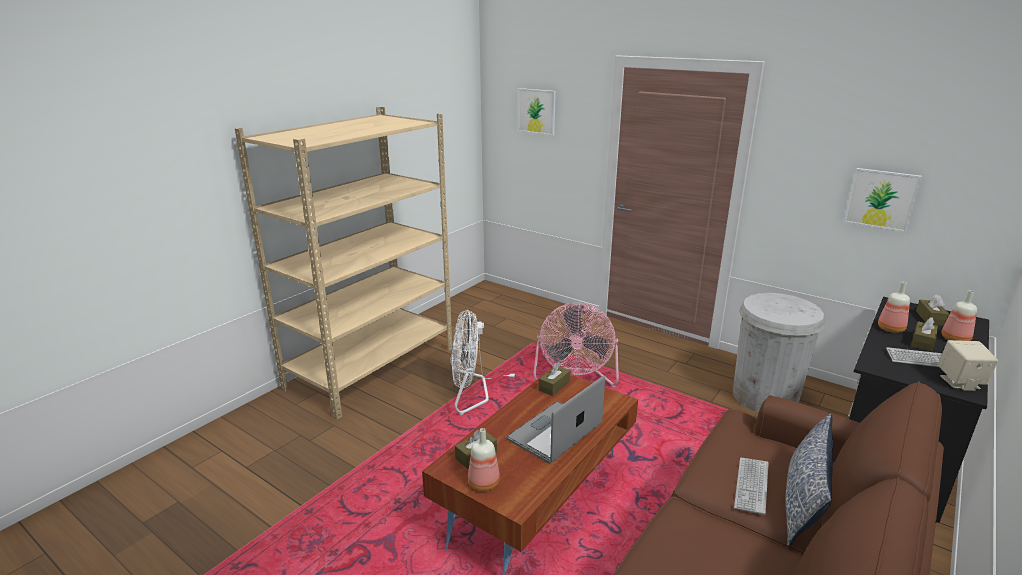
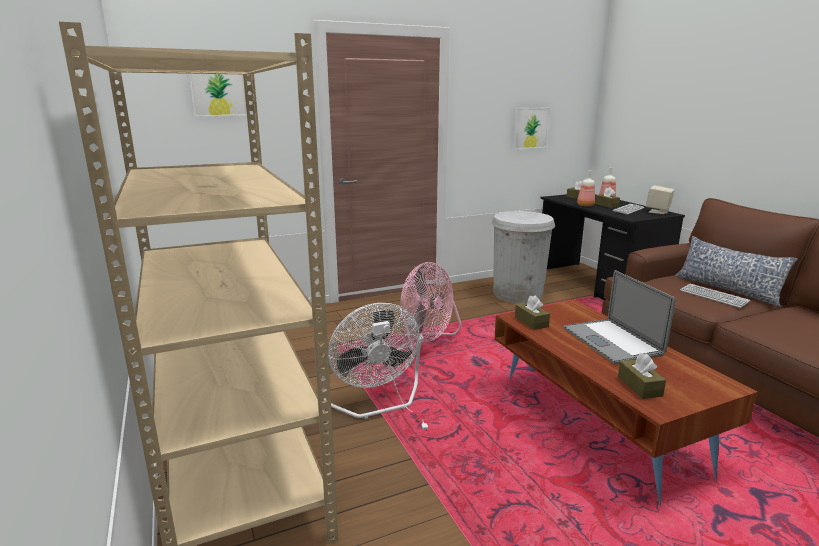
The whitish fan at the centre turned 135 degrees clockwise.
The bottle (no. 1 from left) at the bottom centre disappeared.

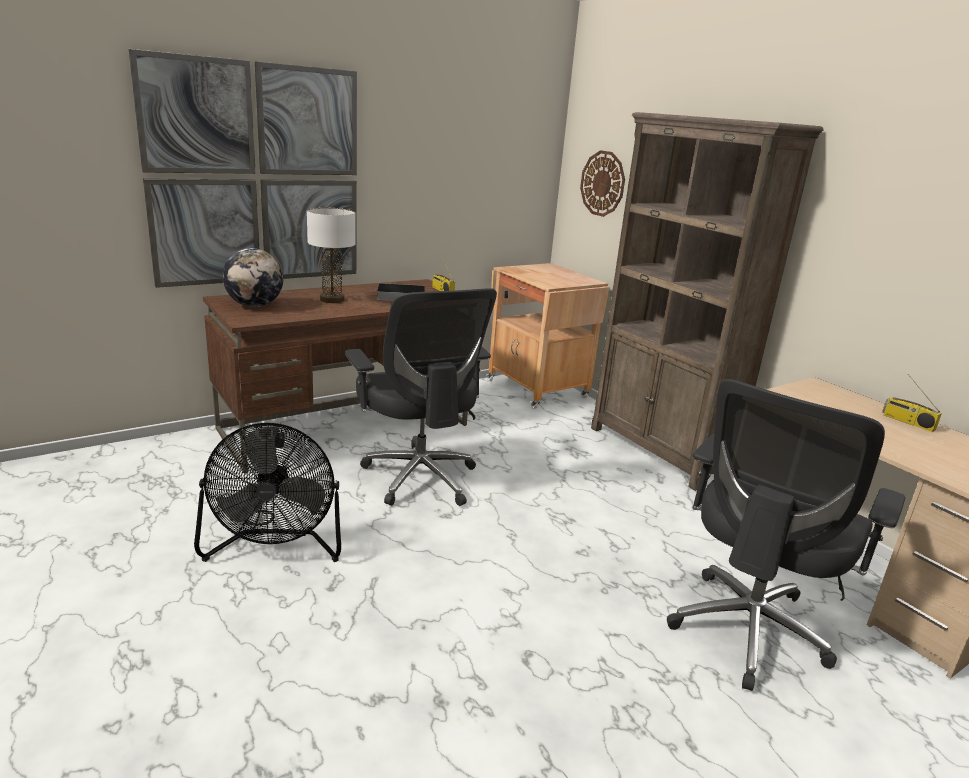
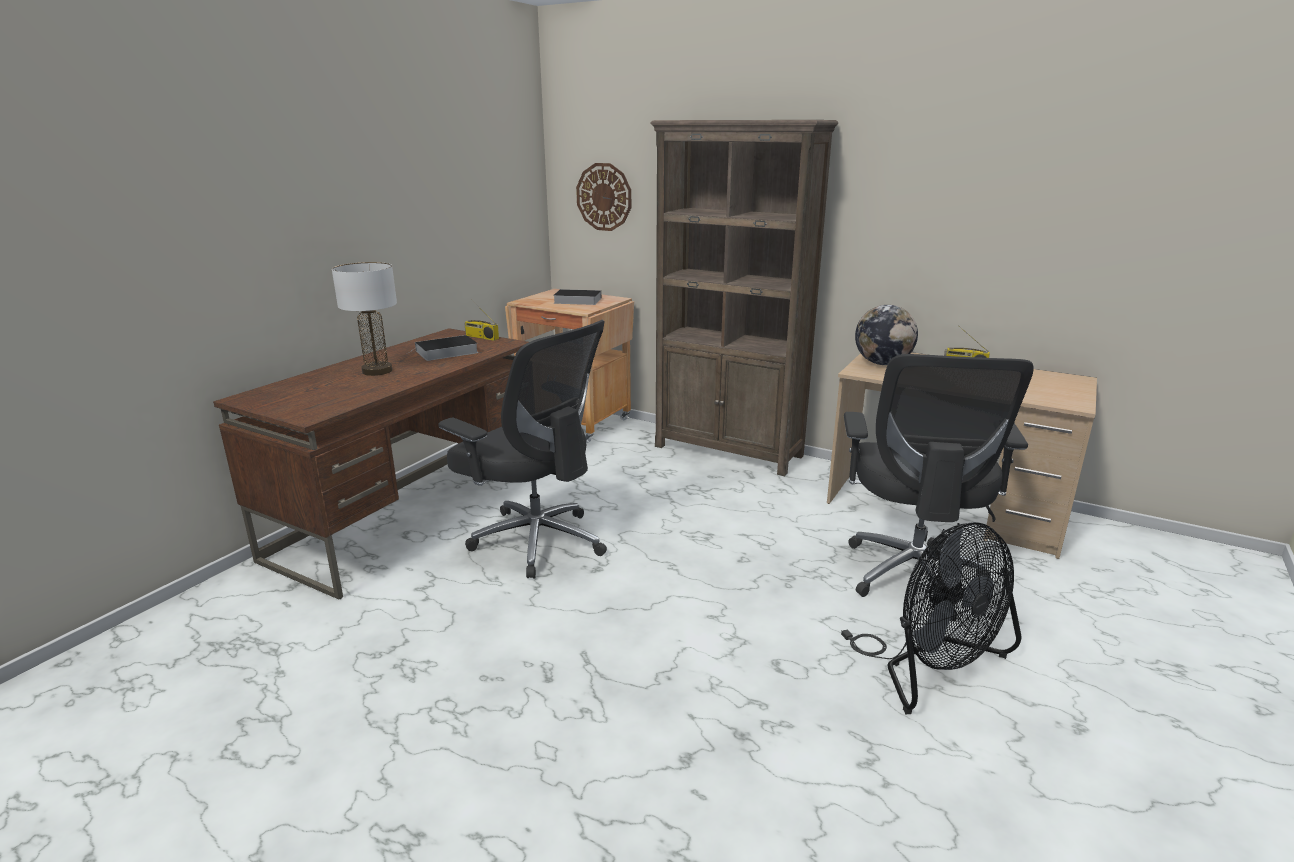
The book (no. 2 from left) at the centre appeared.
The blackish fan moved from the middle left to the bottom right.
The world globe moved from the middle left to the middle right.
The wall picture at the top left disappeared.

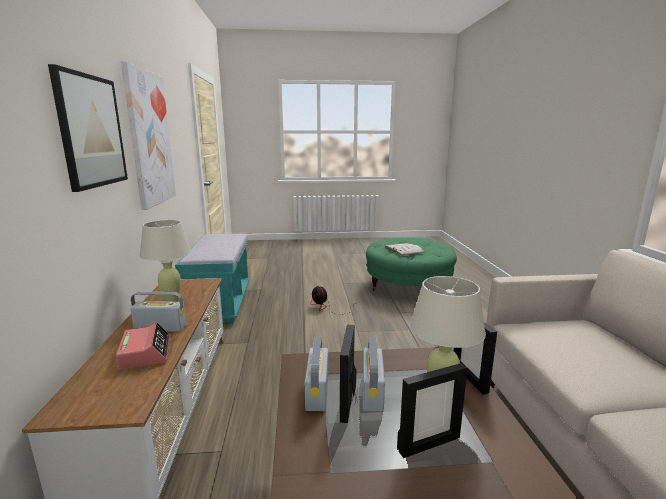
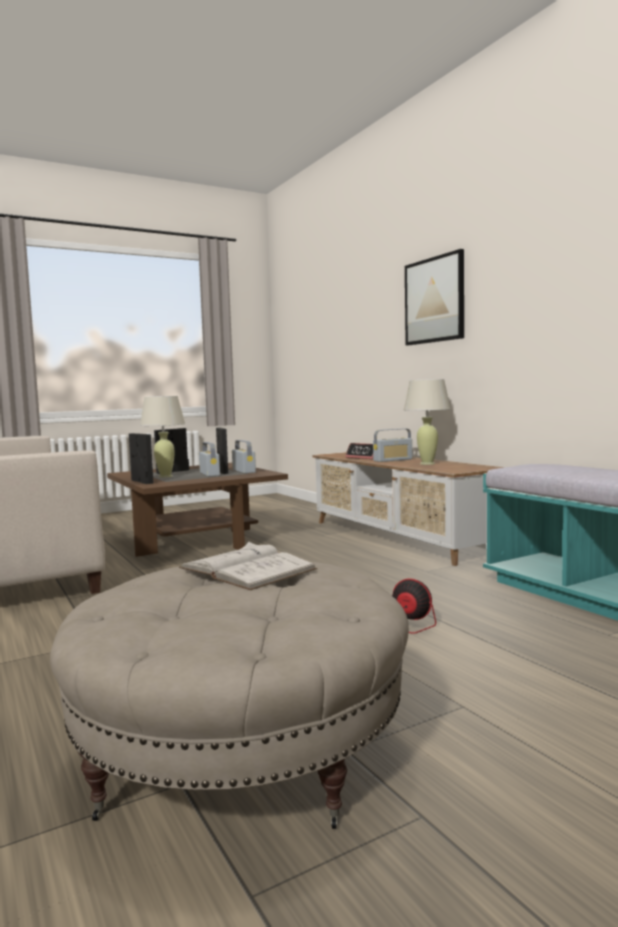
The greenish footrest at the centre became the beige-coloured footrest at the bottom centre.
The wall picture (no. 2 from left) at the top left disappeared.

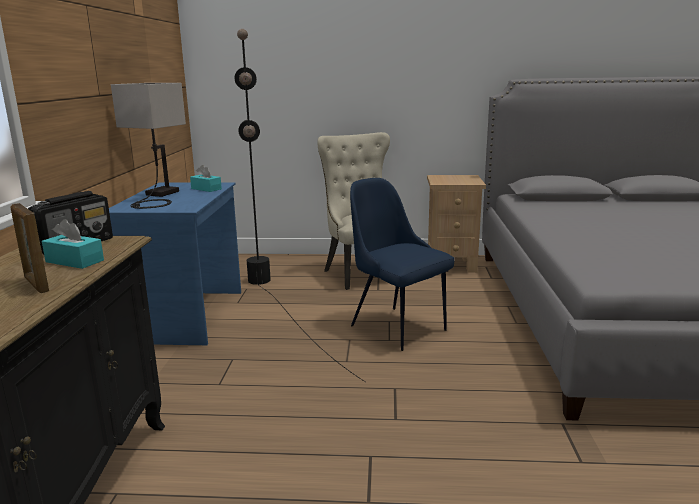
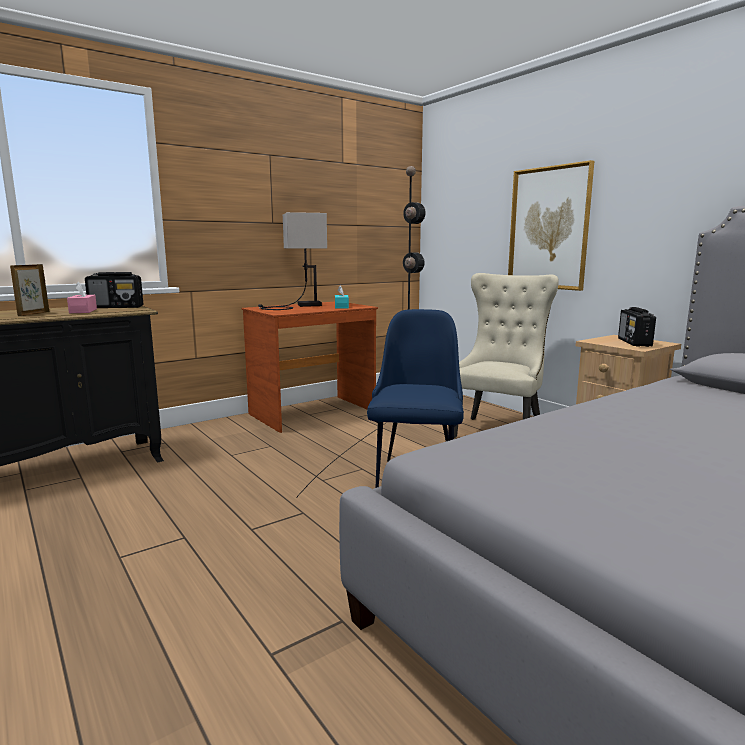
The turquoise box of tissues (no. 1 from left) at the middle left became the pink-coloured box of tissues at the middle left.
The blue desk at the middle left became the brownish desk at the centre.
The wall picture at the top right appeared.
The radio (no. 2 from left) at the middle right appeared.

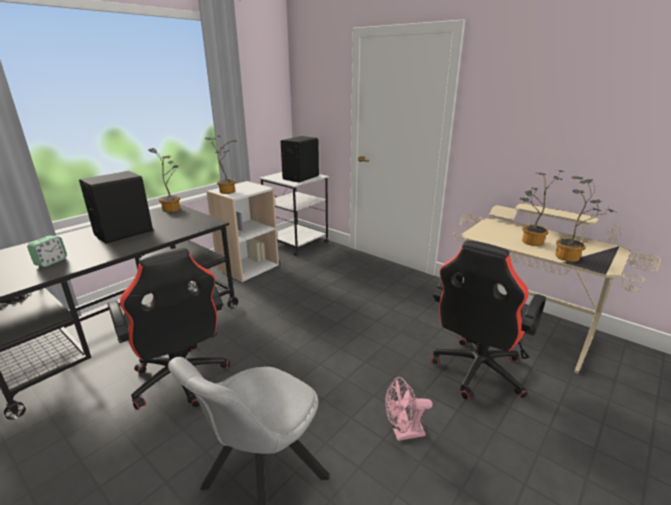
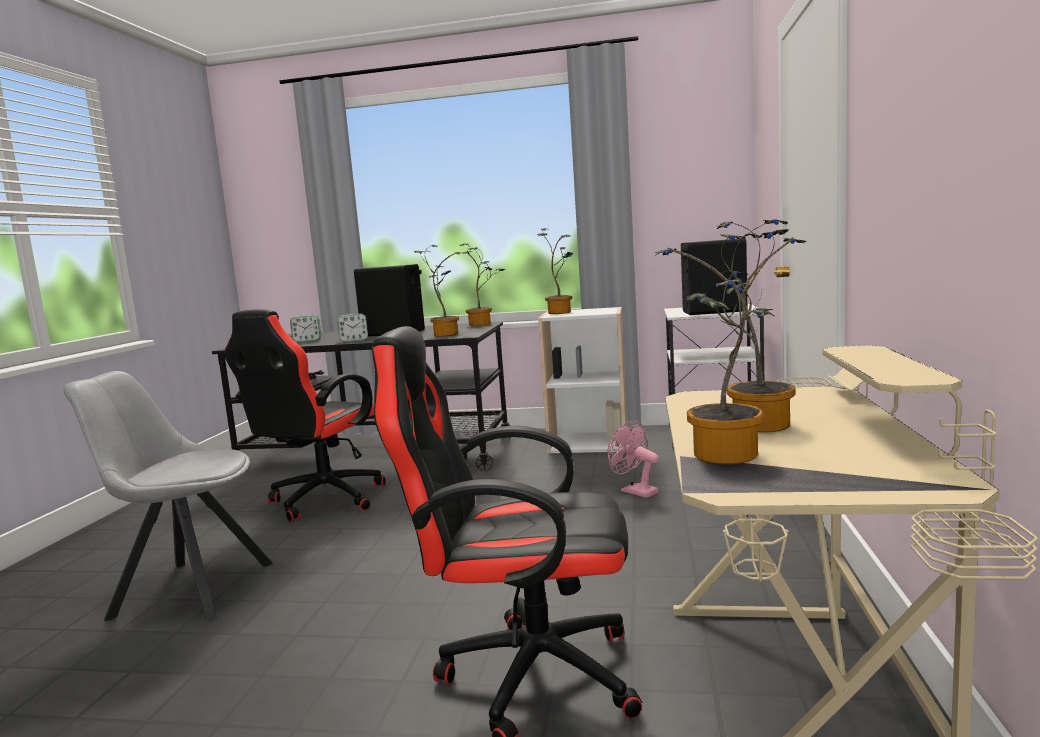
The table clock (no. 2 from left) at the centre appeared.
The potted plant (no. 1 from left) at the centre appeared.
The pink-coloured fan moved from the bottom centre to the centre.

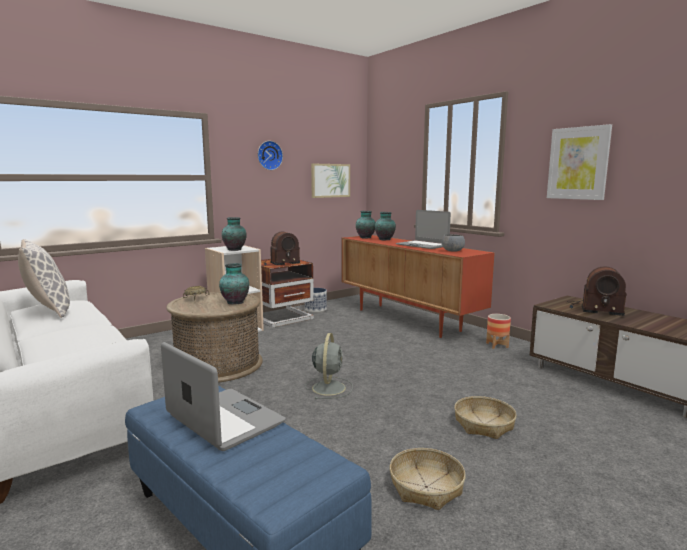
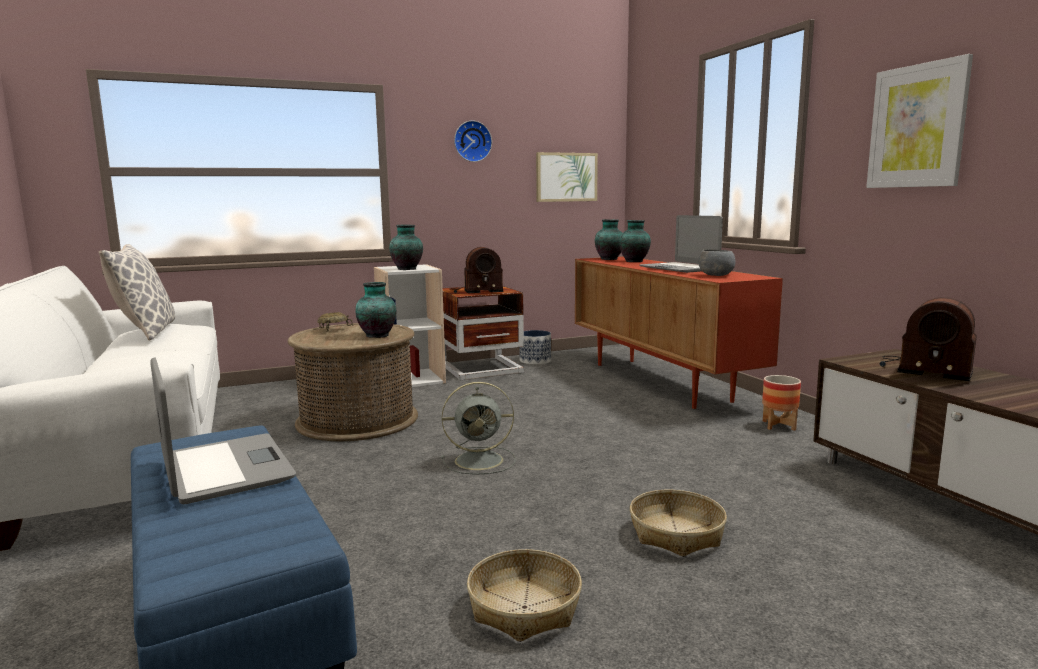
The gray fan at the centre turned 60 degrees clockwise.

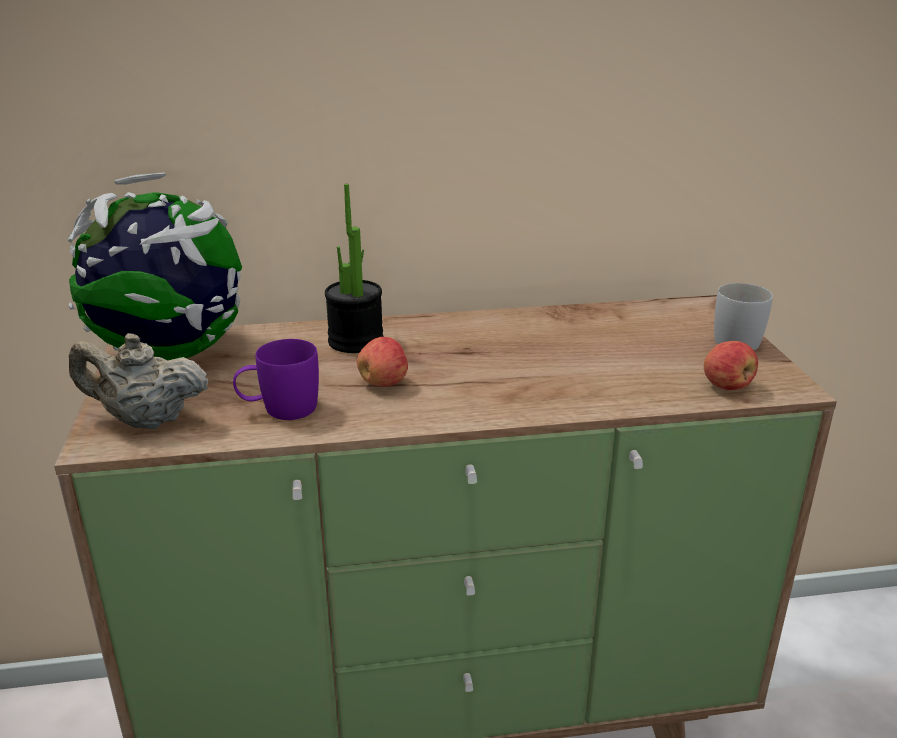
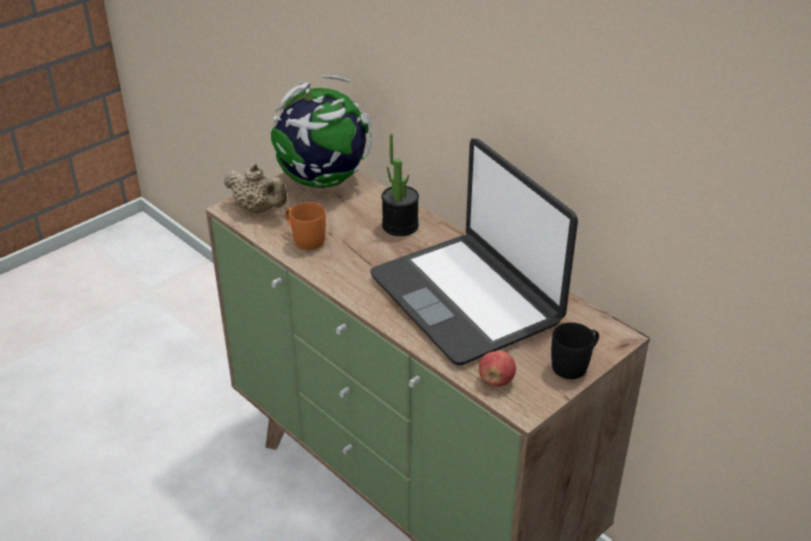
The beige-coloured pot for tea at the middle left turned 150 degrees clockwise.
The purplish mug at the middle left became the orangey mug at the centre.
The notebook computer at the centre appeared.
The whitish mug at the middle right became the blackish mug at the middle right.
The apple (no. 1 from left) at the centre disappeared.

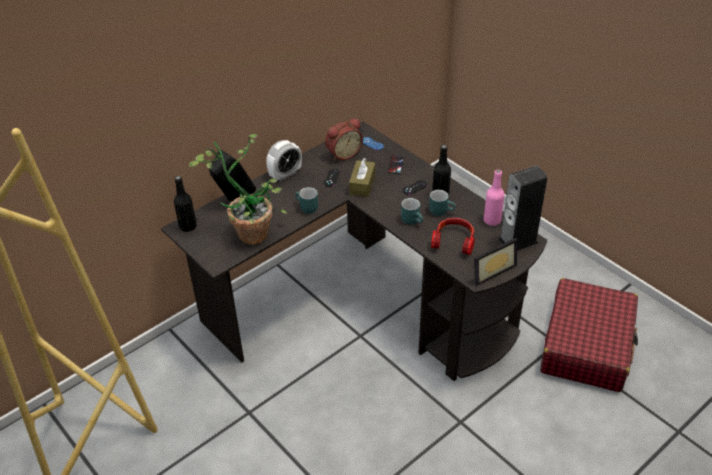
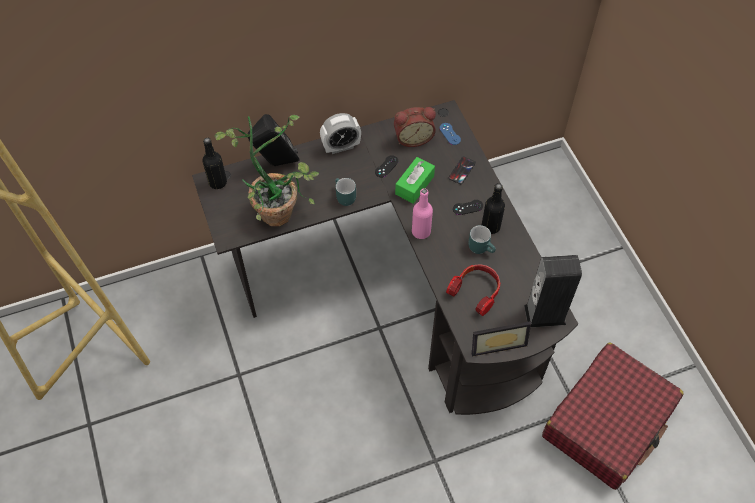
The brownish box of tissues at the centre became the greenish box of tissues at the centre.
The pink-coloured bottle moved from the middle right to the centre.
The turquoise mug (no. 2 from left) at the centre disappeared.

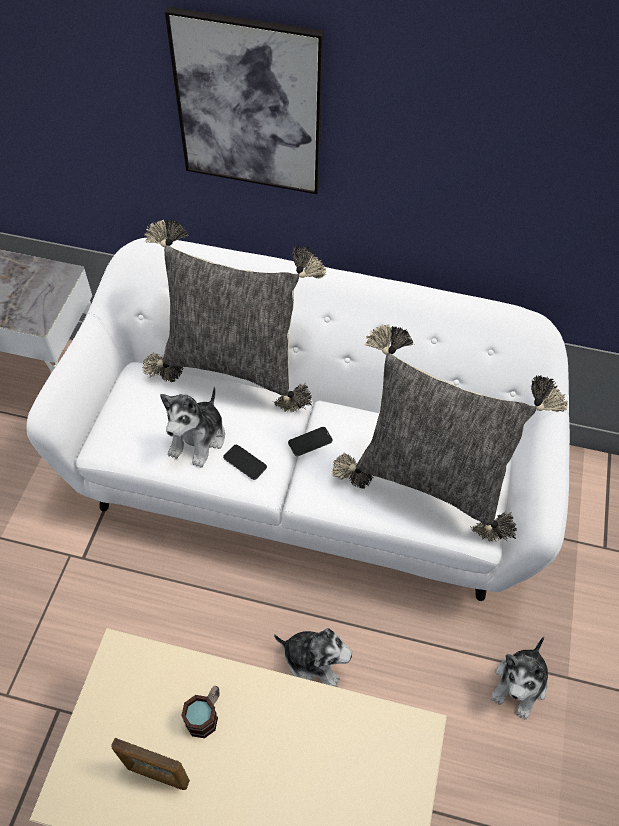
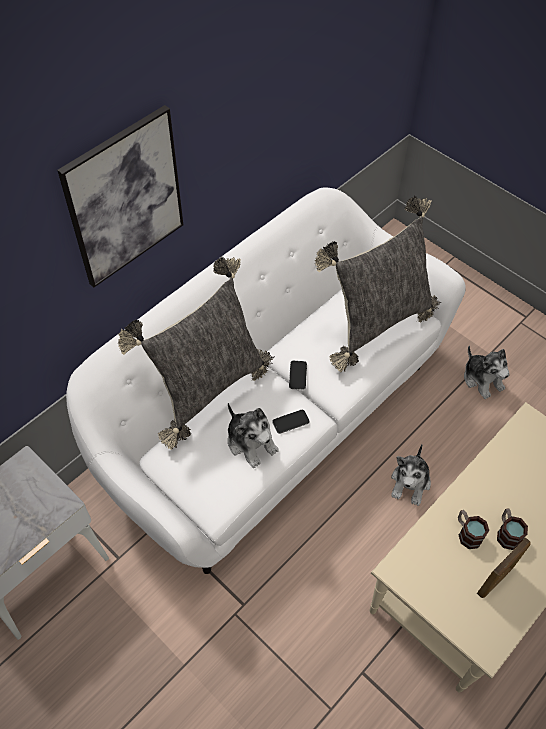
The soft toy (no. 2 from left) at the bottom centre turned 150 degrees clockwise.
The mug (no. 2 from left) at the bottom right appeared.

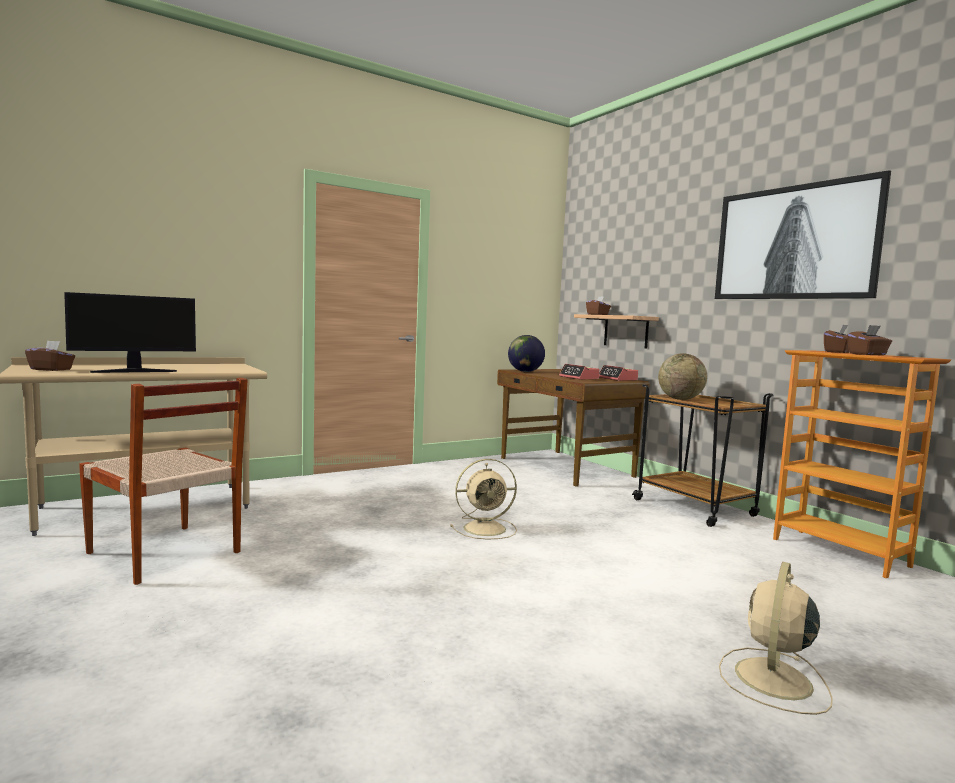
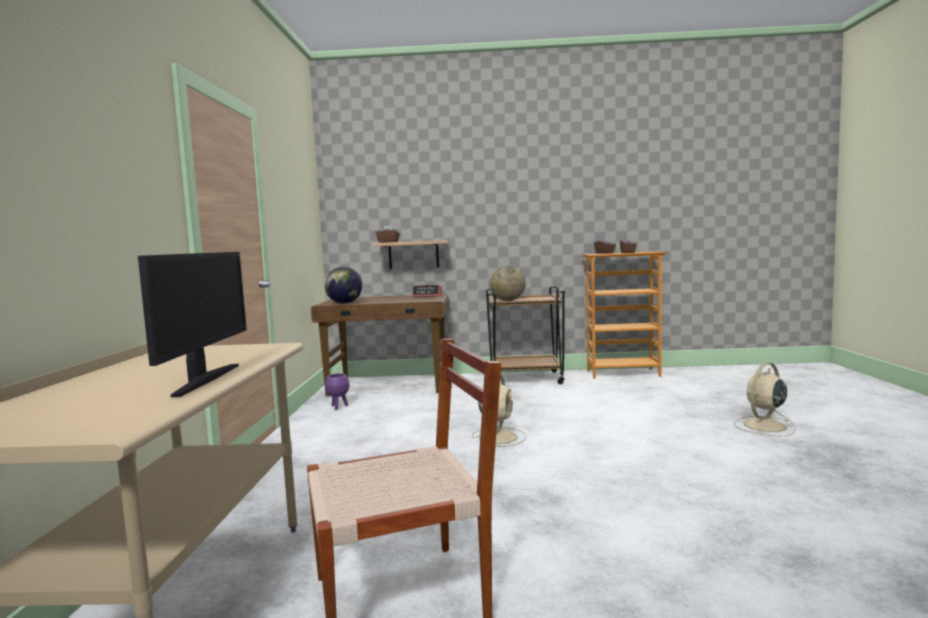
The purplish flower pot at the centre appeared.
The beige-coloured fan (no. 2 from left) at the bottom right turned 75 degrees clockwise.
The brownish box of tissues (no. 1 from left) at the middle left disappeared.
The table clock (no. 1 from left) at the centre disappeared.
The wall picture at the top right disappeared.

